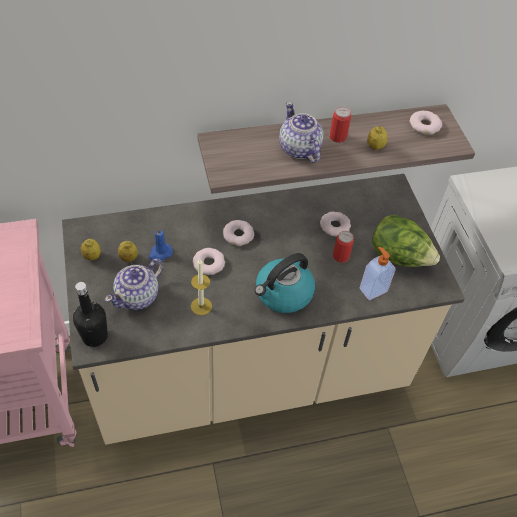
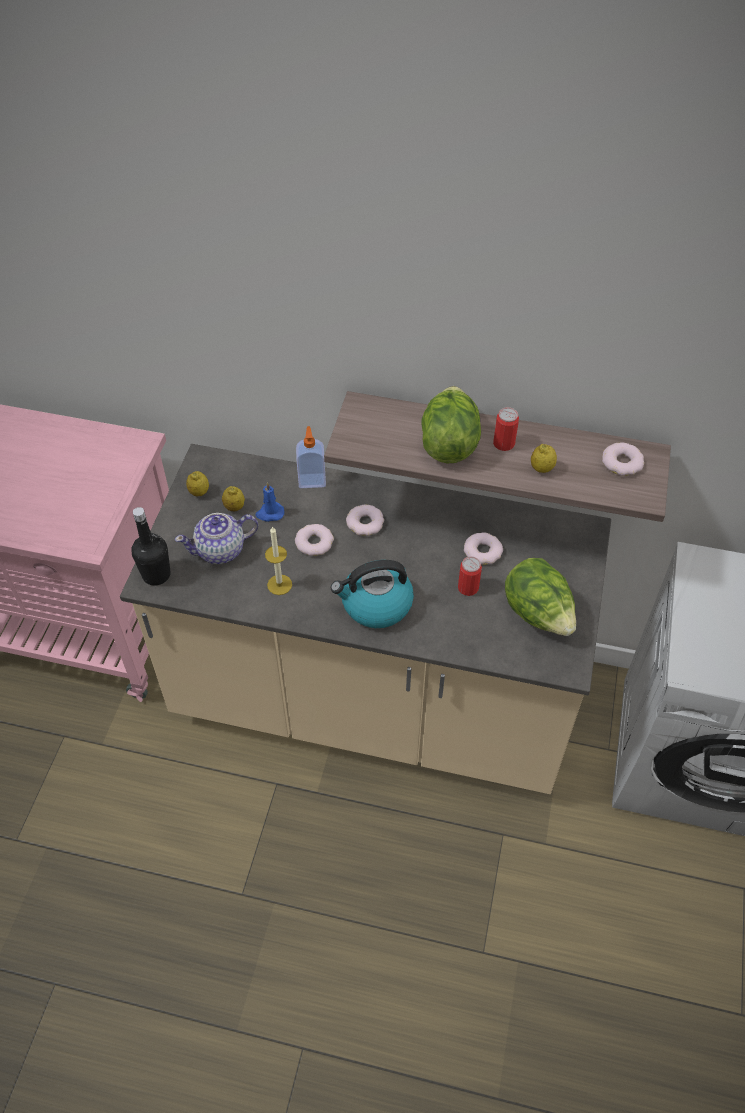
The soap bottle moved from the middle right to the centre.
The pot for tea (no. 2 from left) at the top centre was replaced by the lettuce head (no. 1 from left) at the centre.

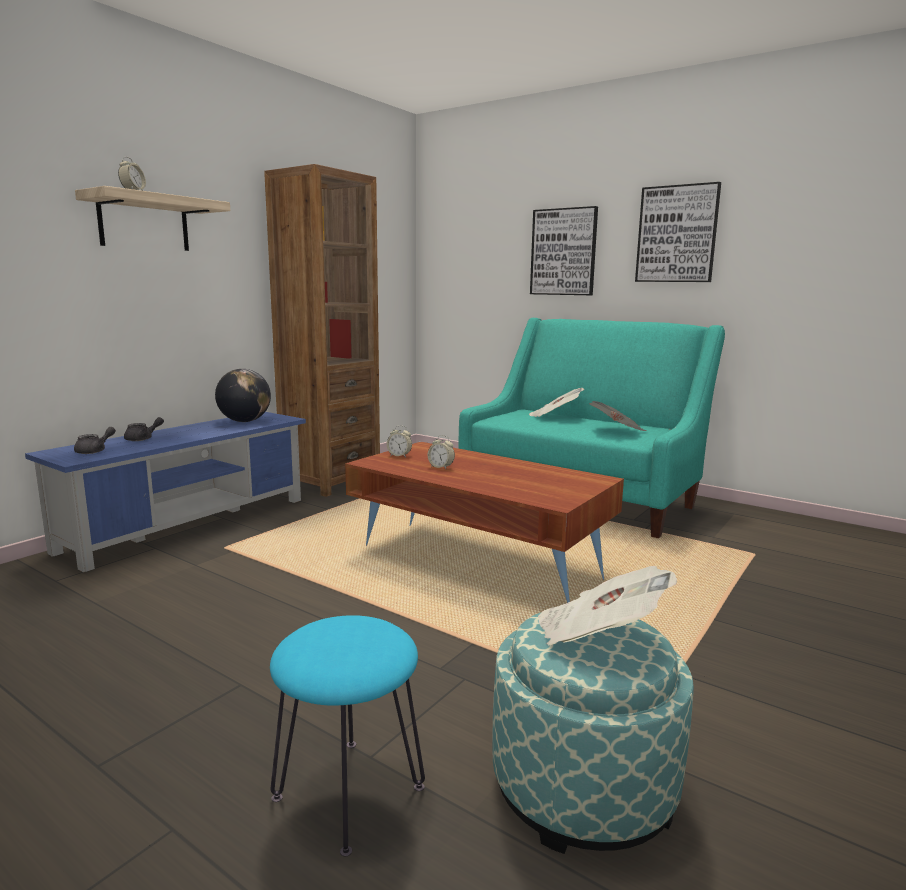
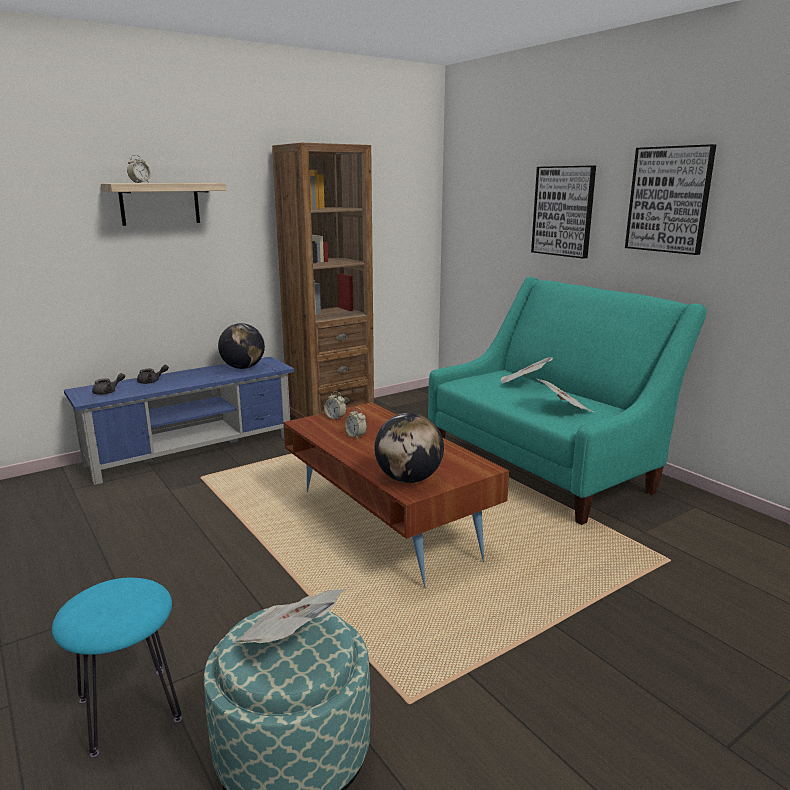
The world globe (no. 2 from left) at the centre appeared.

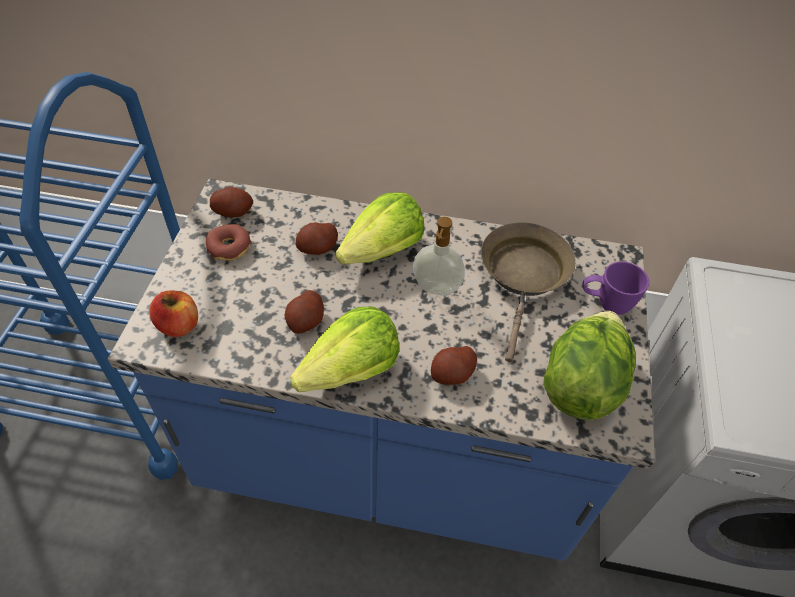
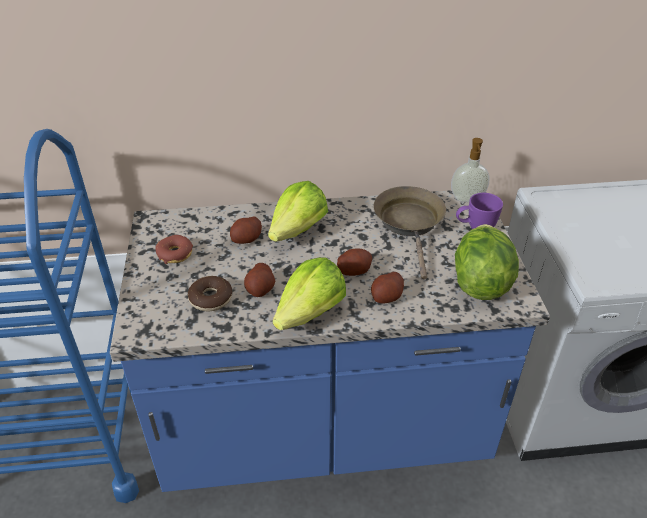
The ring doughnut (no. 2 from left) at the middle left appeared.
The potato (no. 1 from left in the first image) moved from the middle left to the centre.
The soap bottle moved from the centre to the top right.
The apple at the middle left disappeared.

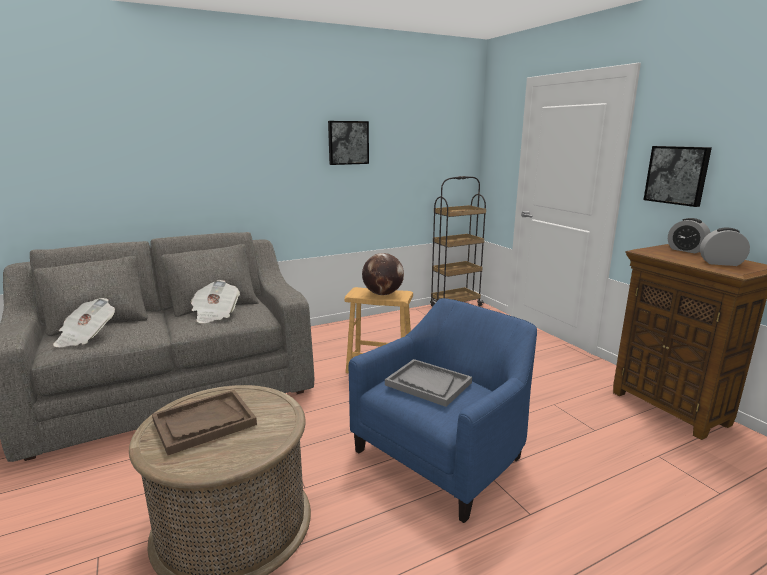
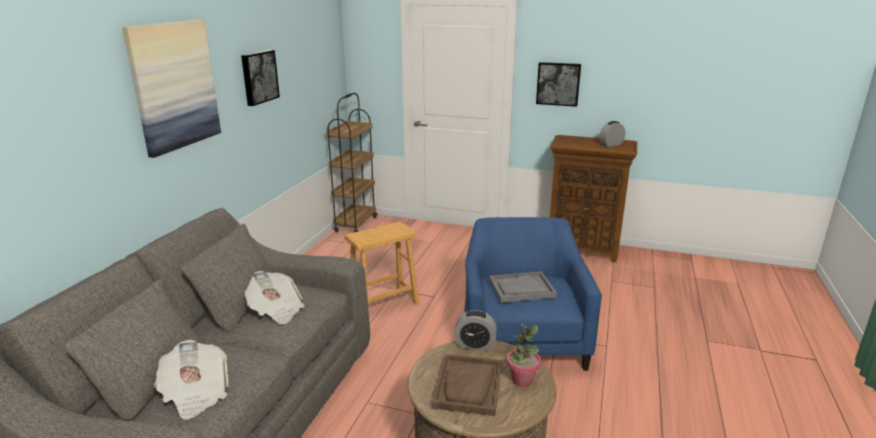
The wall picture (no. 1 from left) at the top left appeared.
The table clock (no. 1 from left) moved from the middle right to the bottom centre.
The potted plant at the bottom centre appeared.
The world globe at the centre disappeared.

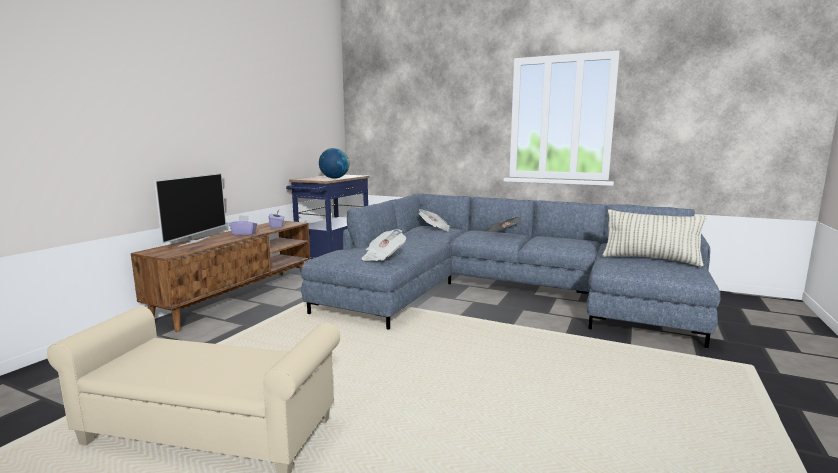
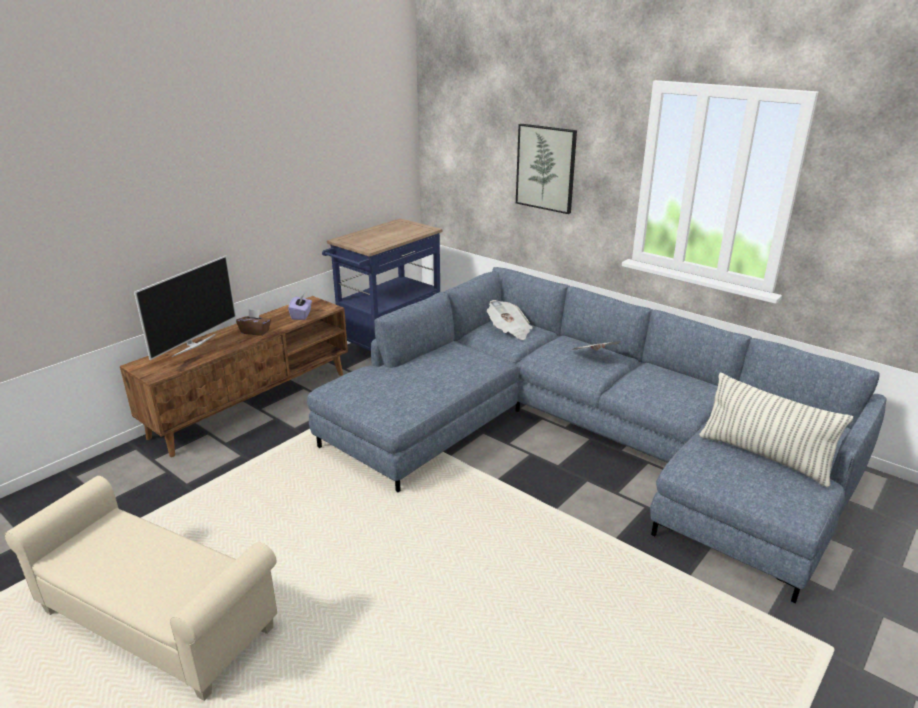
The purplish box of tissues (no. 1 from left) at the middle left became the brownish box of tissues at the middle left.
The wall picture at the top centre appeared.
The world globe at the centre disappeared.
The printed paper (no. 1 from left) at the centre disappeared.

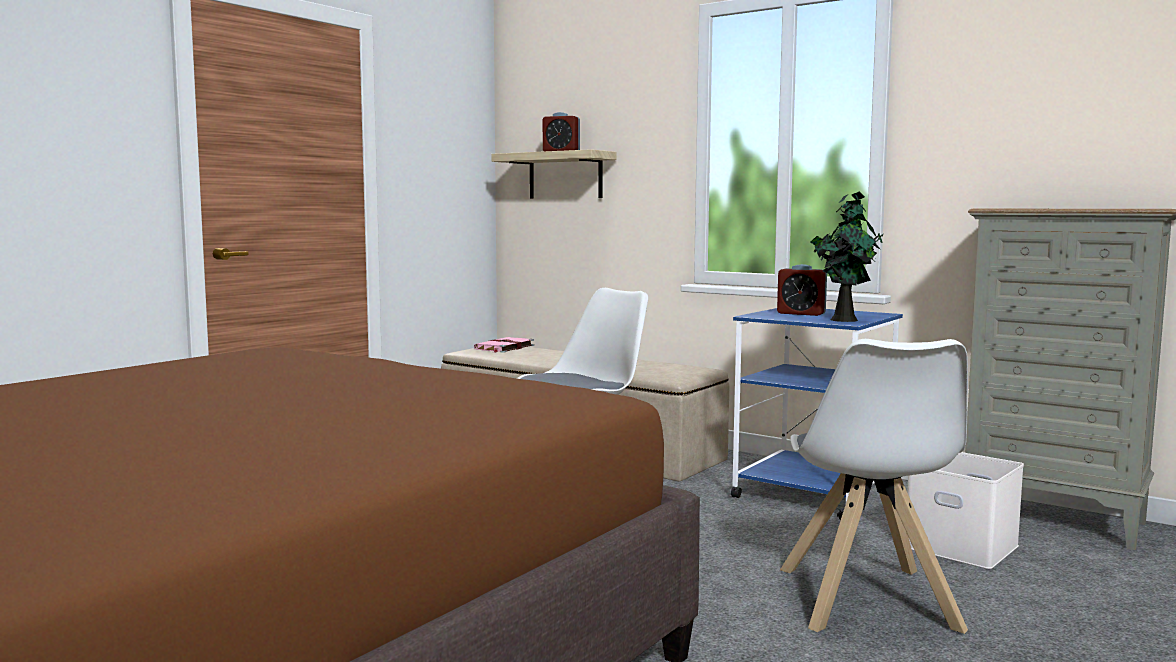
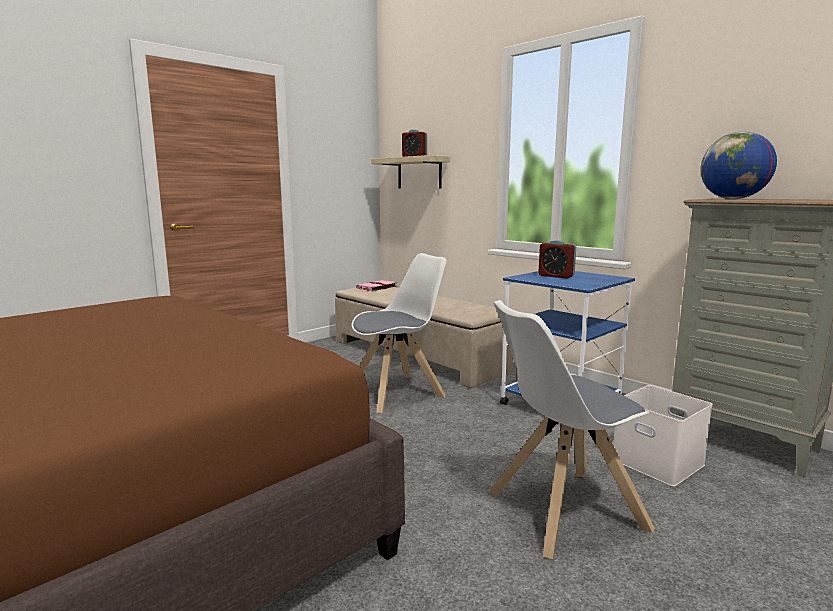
The plain chair (no. 2 from left) at the bottom right turned 60 degrees clockwise.
The world globe at the top right appeared.
The potted plant at the middle right disappeared.

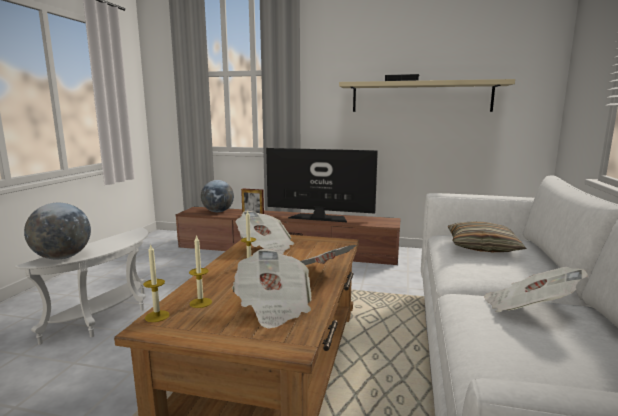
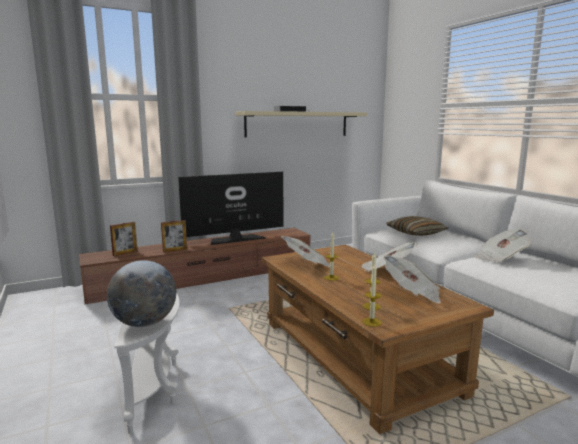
The world globe (no. 2 from left) at the centre was replaced by the picture frame (no. 1 from left) at the middle left.

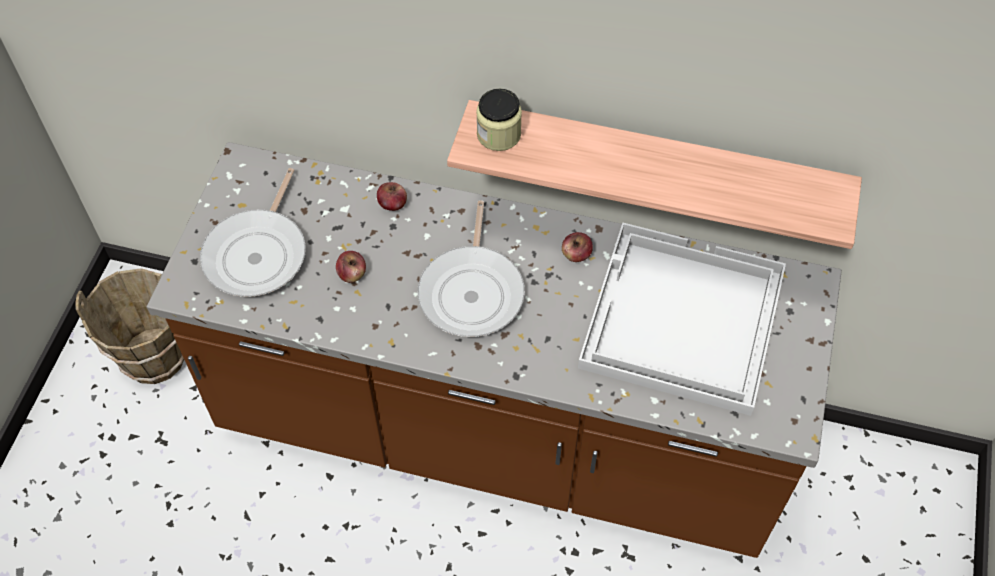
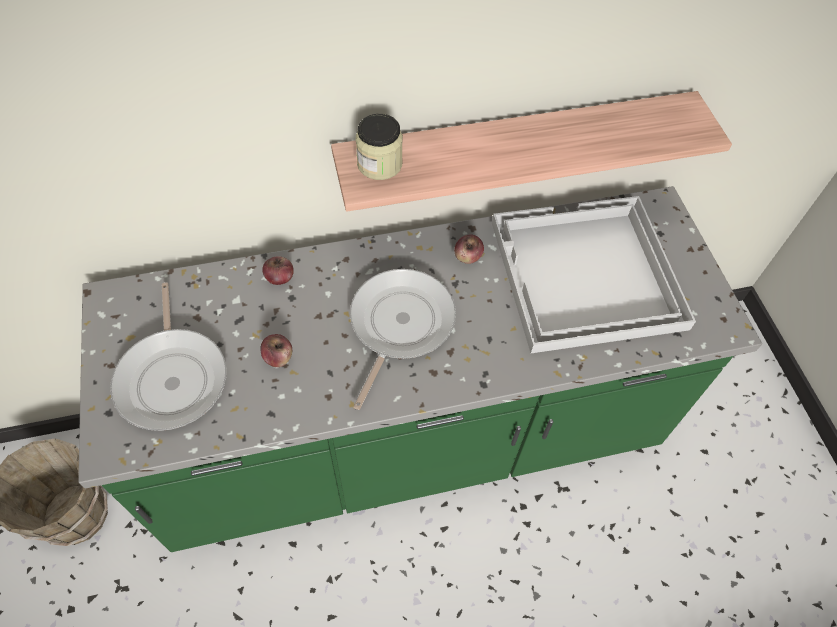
The brownish counter at the centre became the greenish counter at the centre.
The skillet (no. 2 from left) at the centre turned 135 degrees counterclockwise.

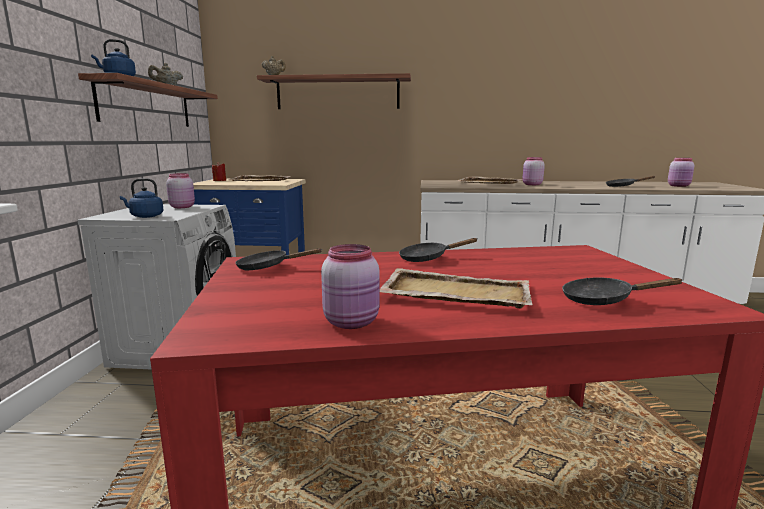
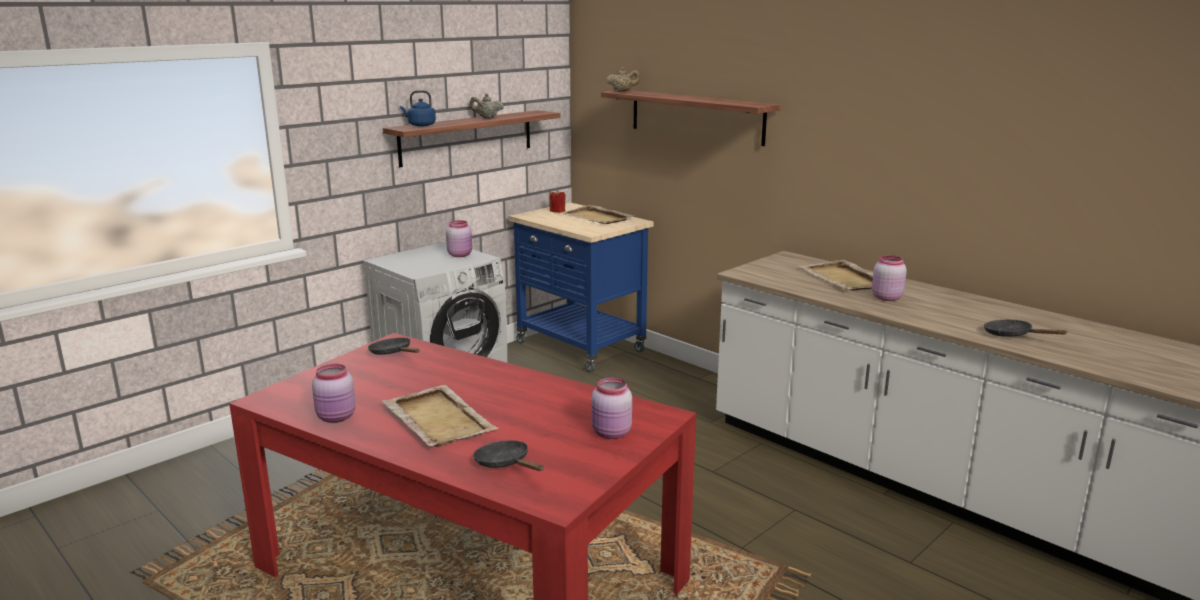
The pink-coloured storage jar (no. 4 from left in the first image) moved from the middle right to the bottom centre.
The blue kettle (no. 2 from left) at the middle left disappeared.
The blackish skillet (no. 2 from left) at the centre disappeared.

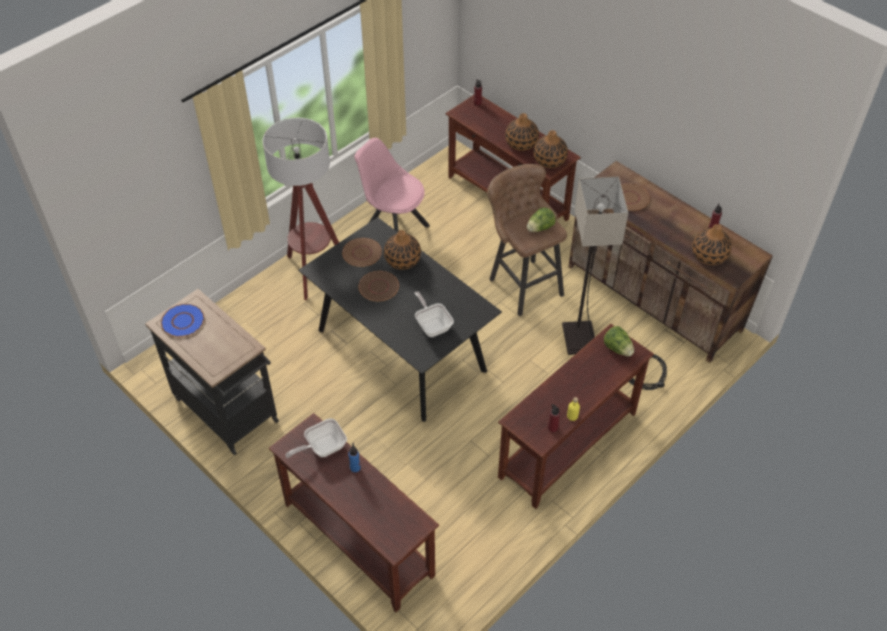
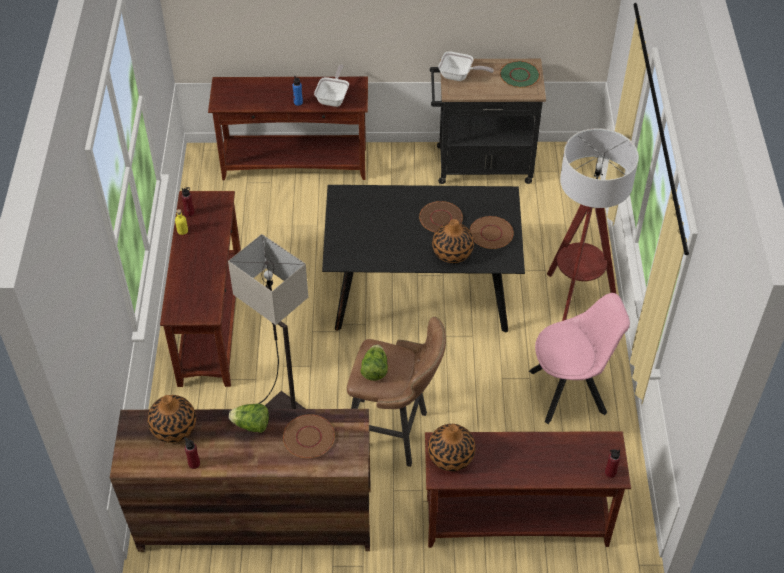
The lettuce head (no. 2 from left in the first image) moved from the middle right to the bottom left.
The skillet (no. 2 from left) moved from the centre to the top centre.
The blue flat dish at the middle left became the greenish flat dish at the top centre.
The flower vase (no. 2 from left) at the top centre disappeared.

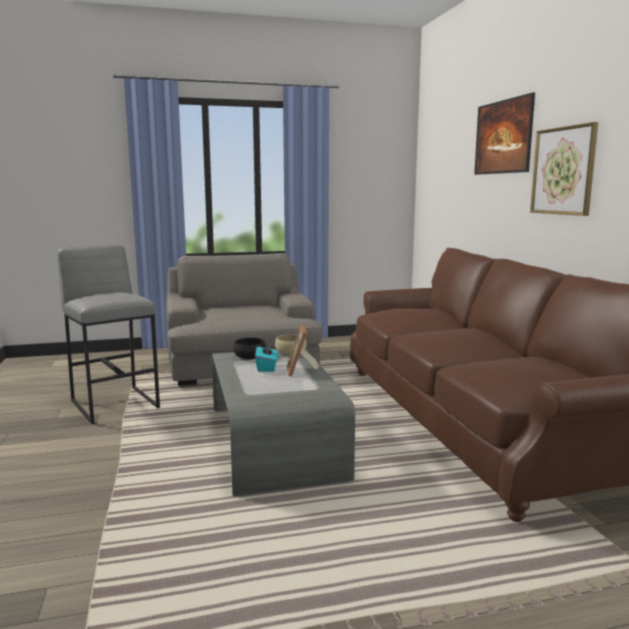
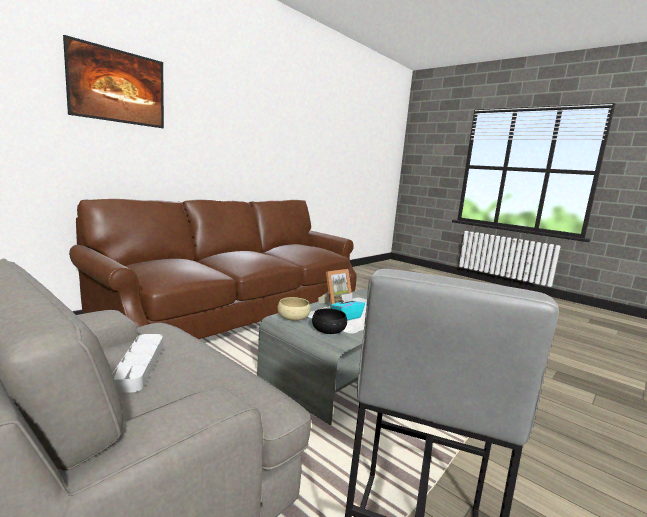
The gray serving tray at the bottom left appeared.
The wall picture (no. 2 from left) at the top right disappeared.

